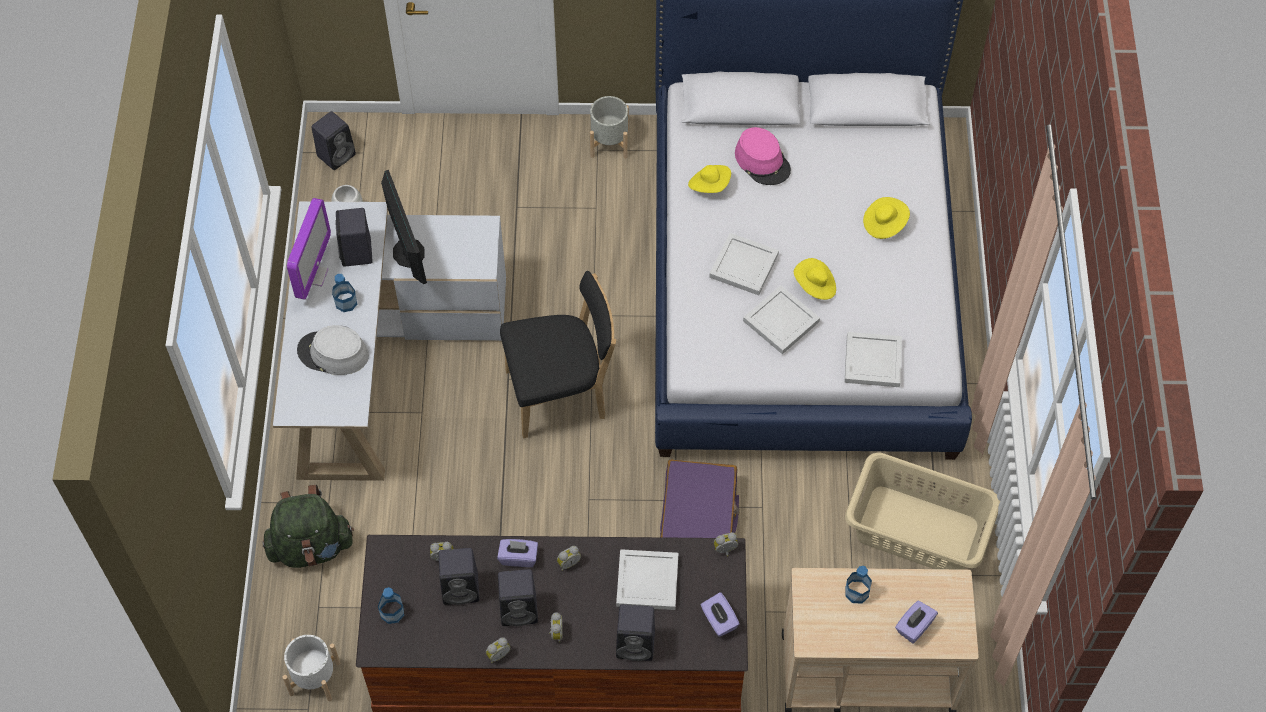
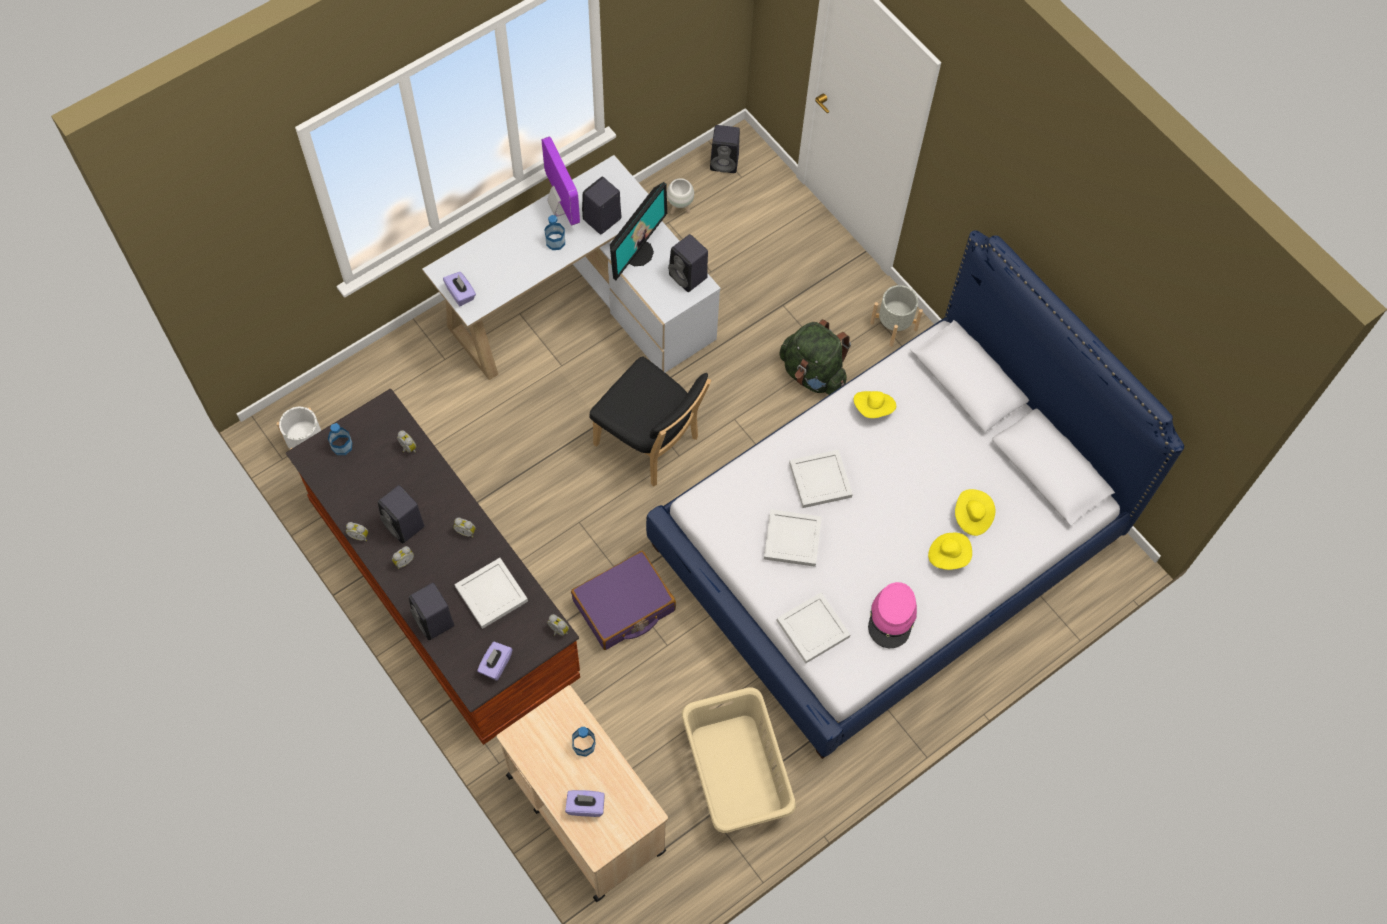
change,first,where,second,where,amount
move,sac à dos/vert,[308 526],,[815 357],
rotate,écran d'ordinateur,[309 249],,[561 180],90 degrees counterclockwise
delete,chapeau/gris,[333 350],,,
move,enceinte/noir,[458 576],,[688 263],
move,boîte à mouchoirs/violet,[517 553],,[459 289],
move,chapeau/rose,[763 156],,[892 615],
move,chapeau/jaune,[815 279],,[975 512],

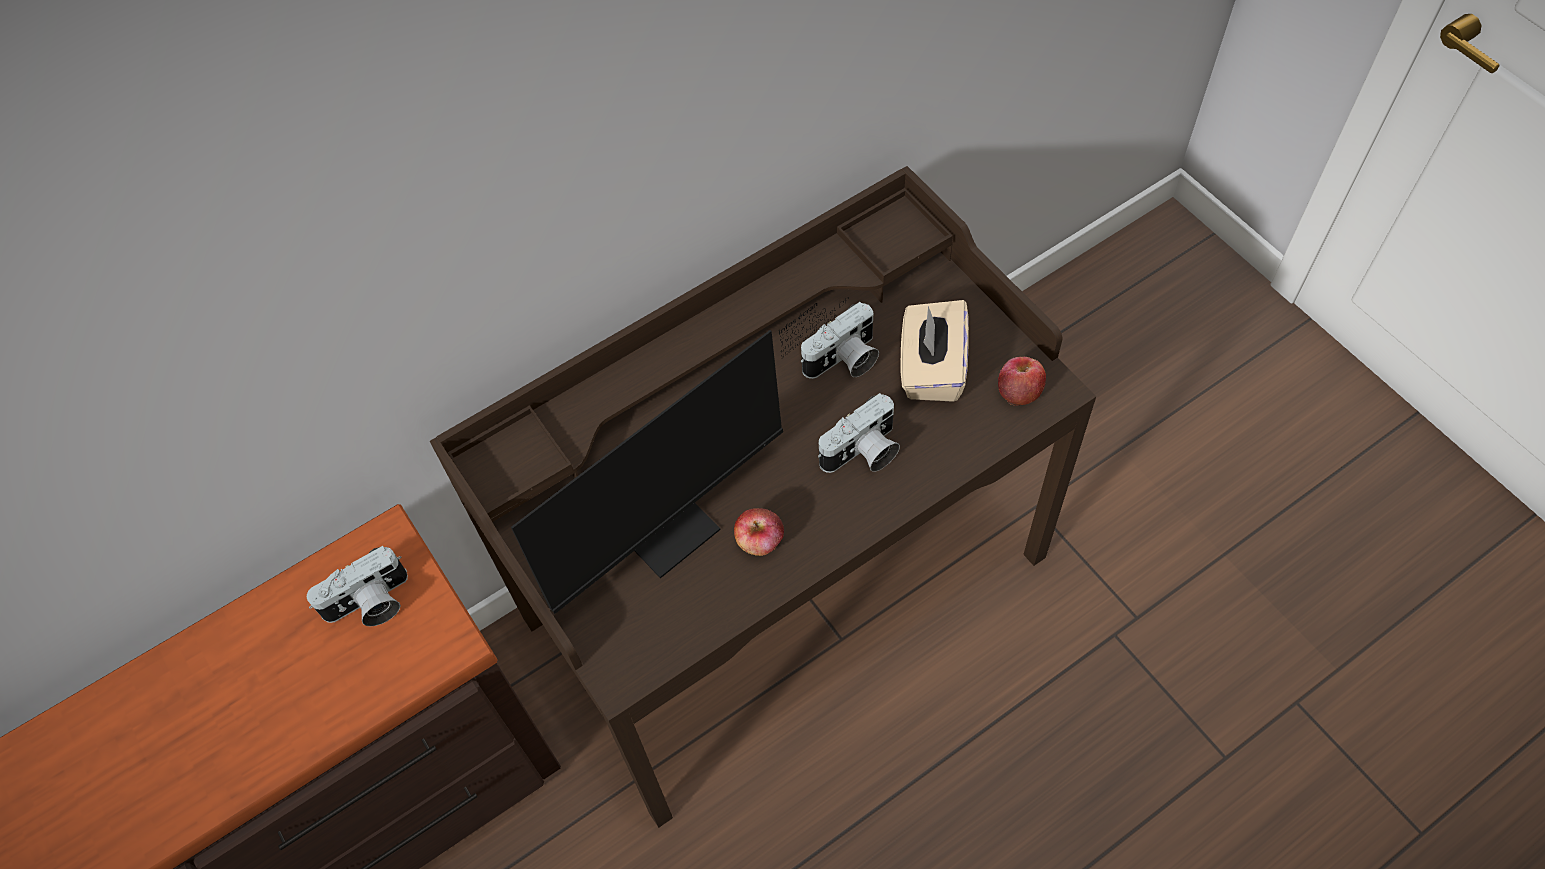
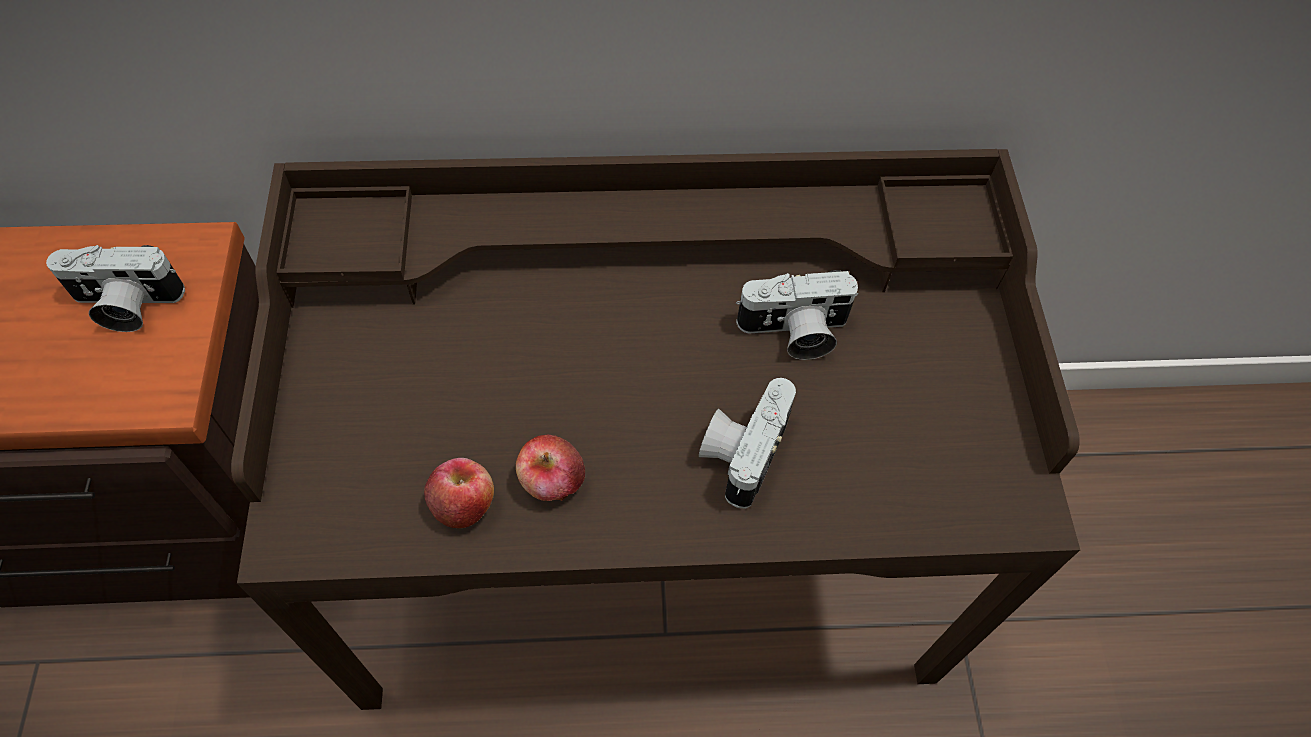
change,first,where,second,where,amount
delete,écran d'ordinateur,[680 455],,,
rotate,appareil photo,[859 433],,[747 443],120 degrees clockwise
delete,boîte à mouchoirs/beige,[935 351],,,
move,pomme,[1022 381],,[459 493],

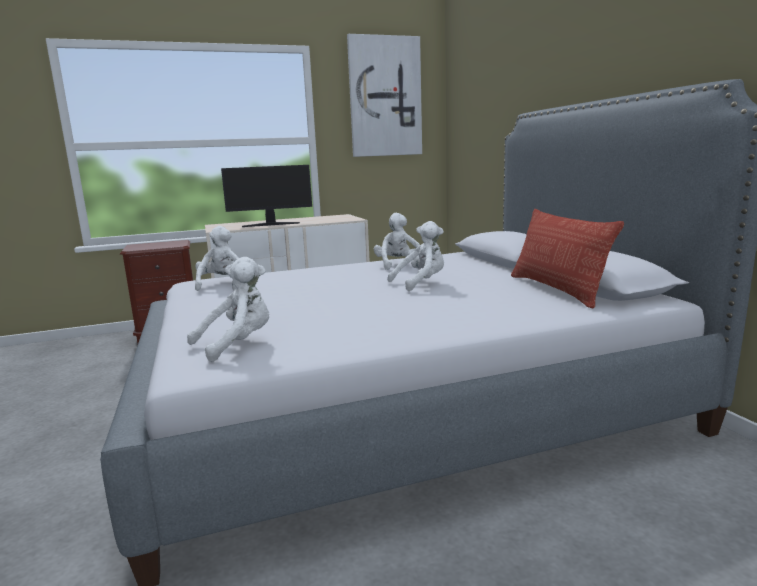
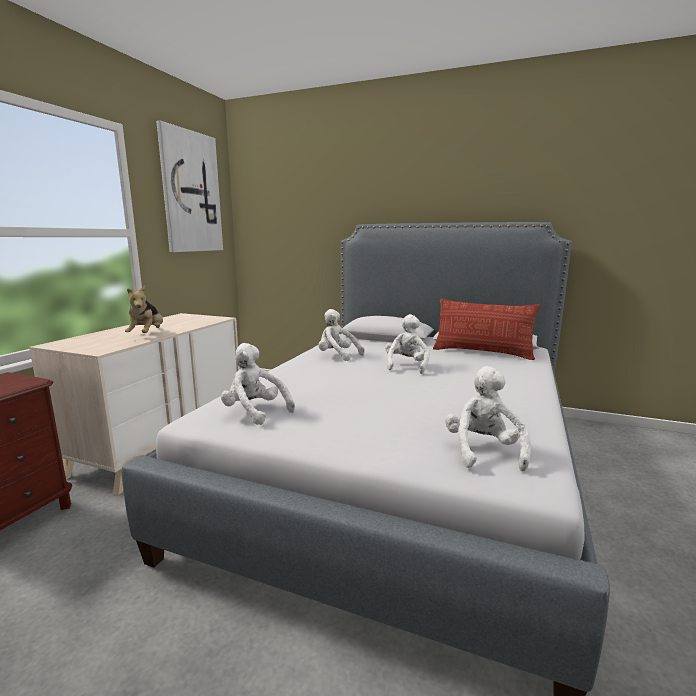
change,first,where,second,where,amount
replace,écran d'ordinateur,[266 196],peluche,[144 309],

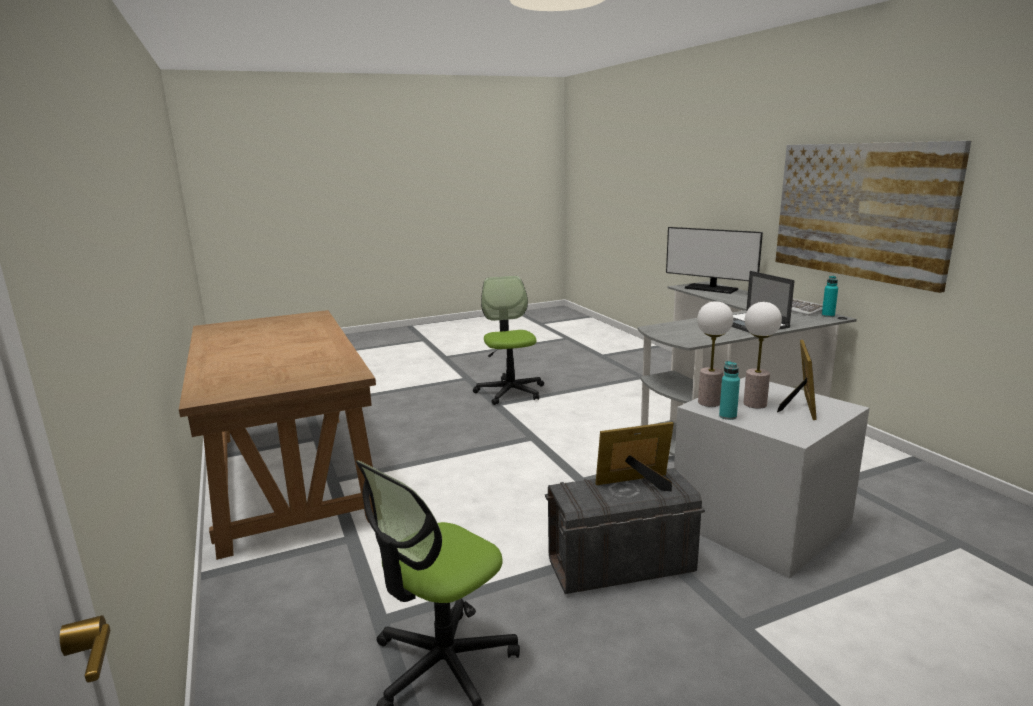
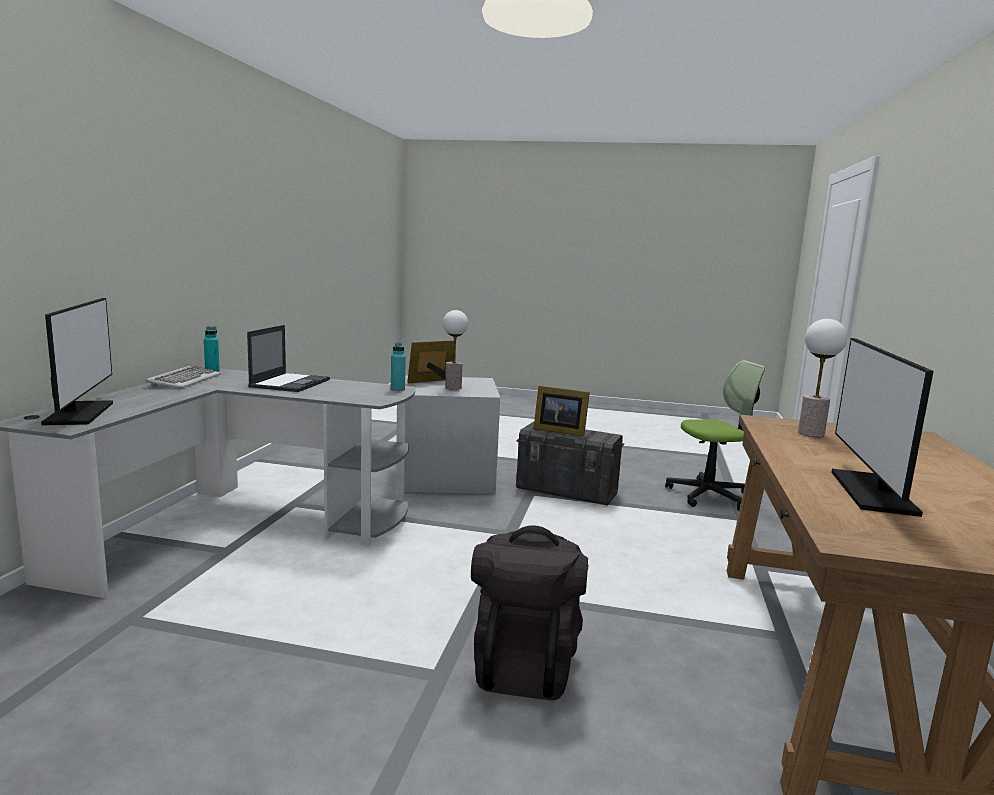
change,first,where,second,where,amount
delete,chaise de bureau,[508 340],,,
move,lampe de table,[715 354],,[822 378],
move,bouteille/turquoise,[729 390],,[398 366],
delete,tableau,[873 217],,,
insert,,,sac à dos/noir,[530 613],
insert,,,écran d'ordinateur,[882 427],

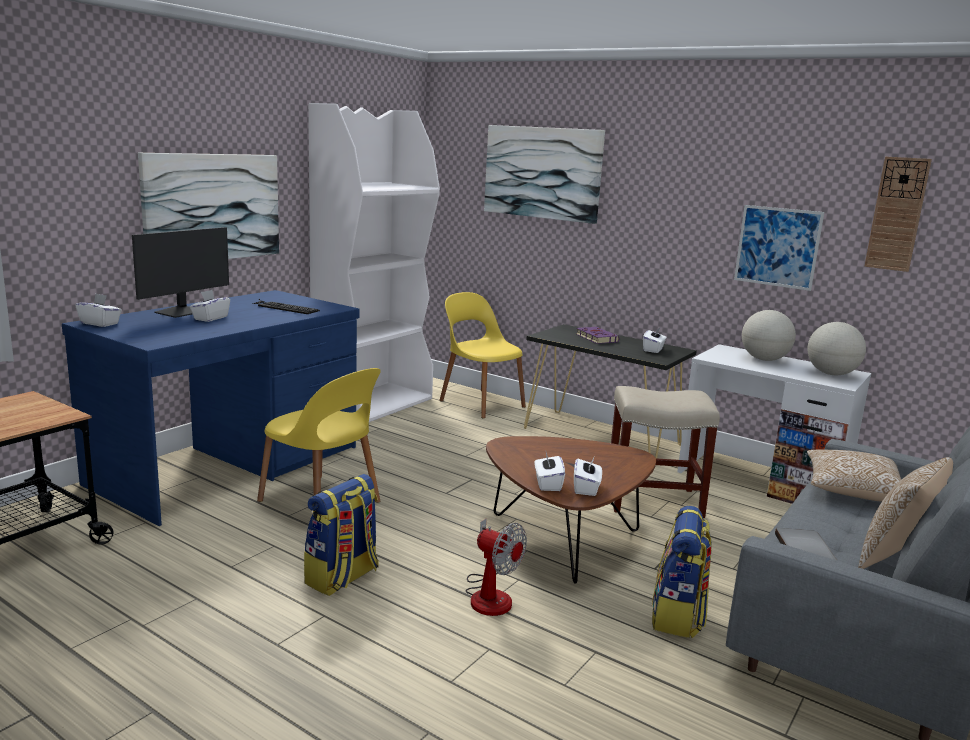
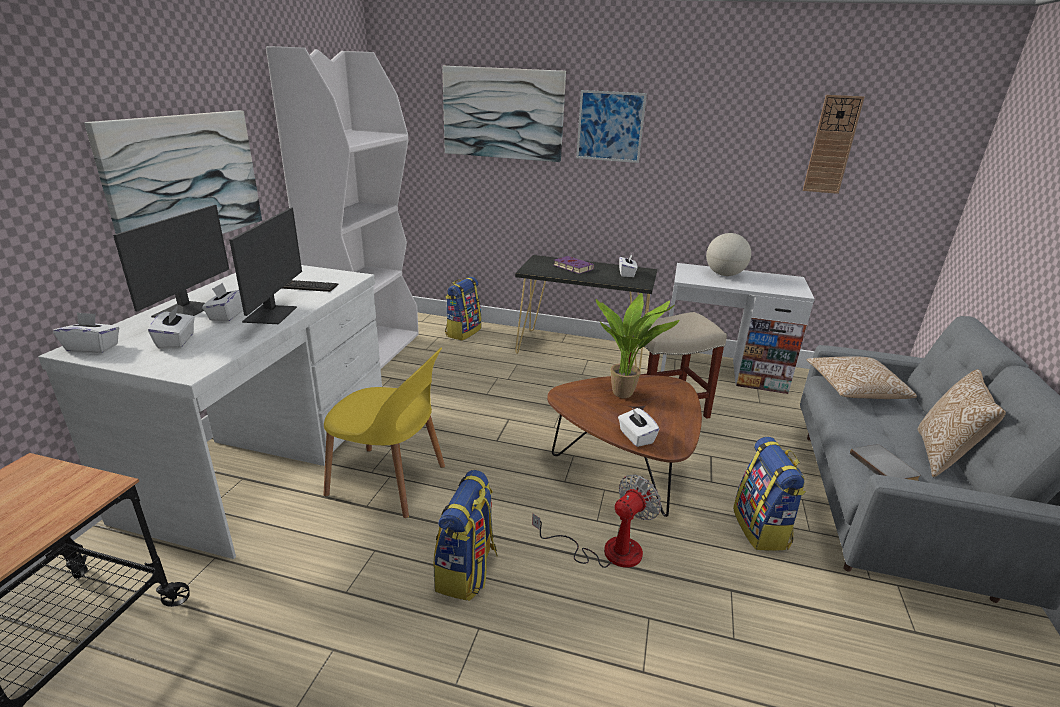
change,first,where,second,where,amount
recolor,bureau/bleu,[211 408],bureau/blanc,[210 412],
replace,chaise/jaune,[482 355],sac à dos,[463 309],
rotate,ventilateur,[496 567],,[596 521],60 degrees counterclockwise
move,boîte à mouchoirs/blanc,[588 477],,[171 327],
move,tableau,[779 248],,[611 126],
delete,globe,[836 348],,,
insert,,,écran d'ordinateur,[265 266],
insert,,,plante en pot,[637 345],

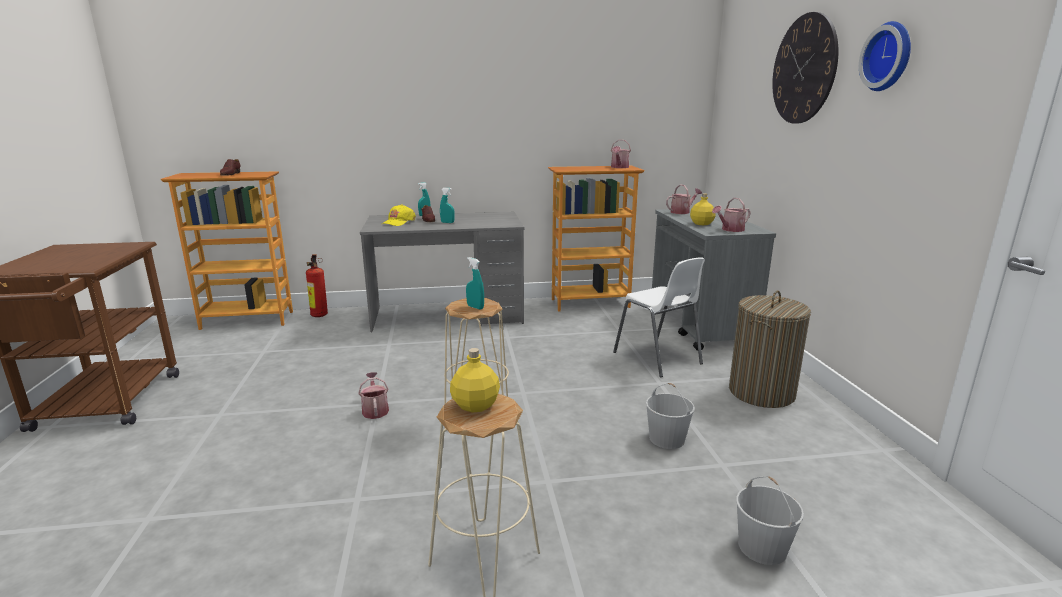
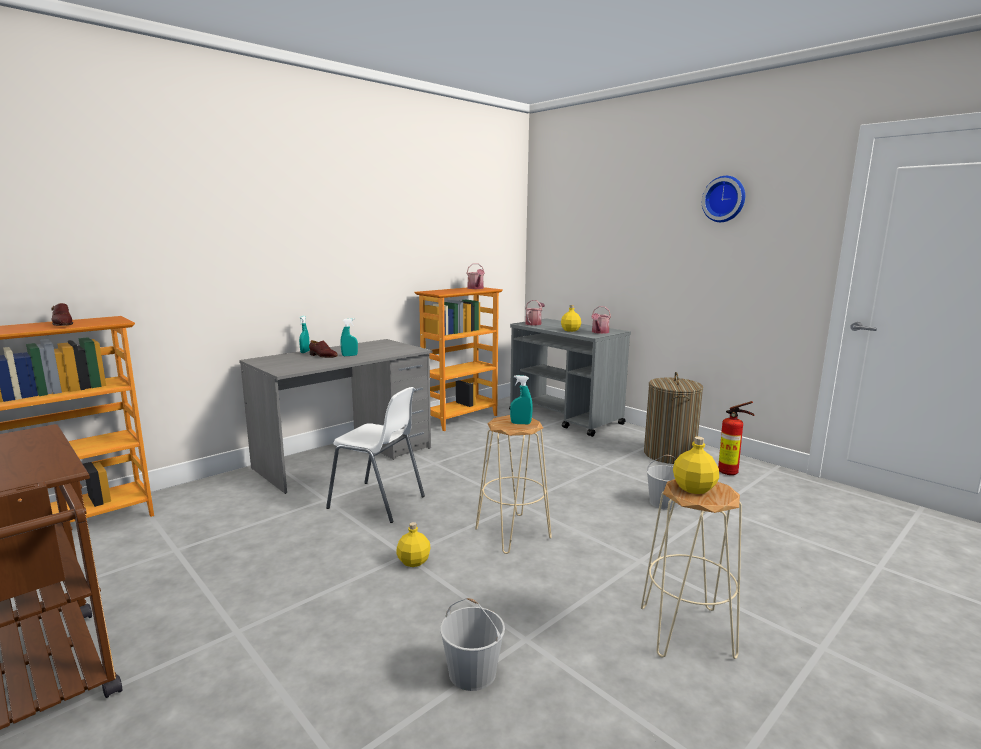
change,first,where,second,where,amount
move,extincteur,[317 285],,[736 438],
replace,arrosoir,[373 395],bouteille/jaune,[413 544],
delete,casquette/jaune,[399 215],,,
move,chaise/blanc,[659 317],,[375 455],
move,seau/blanc,[770 520],,[472 644],
delete,horloge murale,[805 68],,,

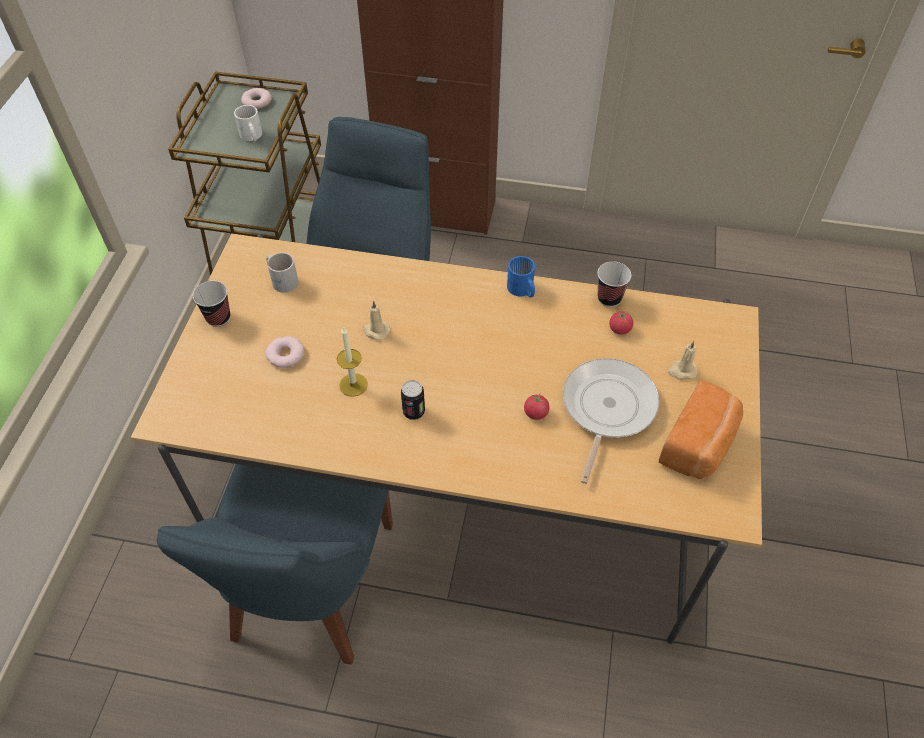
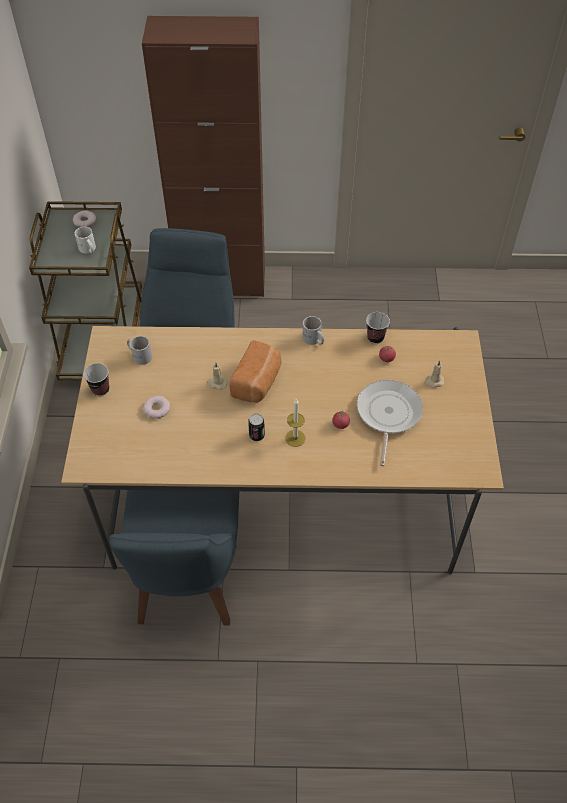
change,first,where,second,where,amount
move,bougie,[352 361],,[295 423],
recolor,mug/bleu,[521 277],mug/blanc,[313 330],
move,pain,[701 429],,[255 371],

